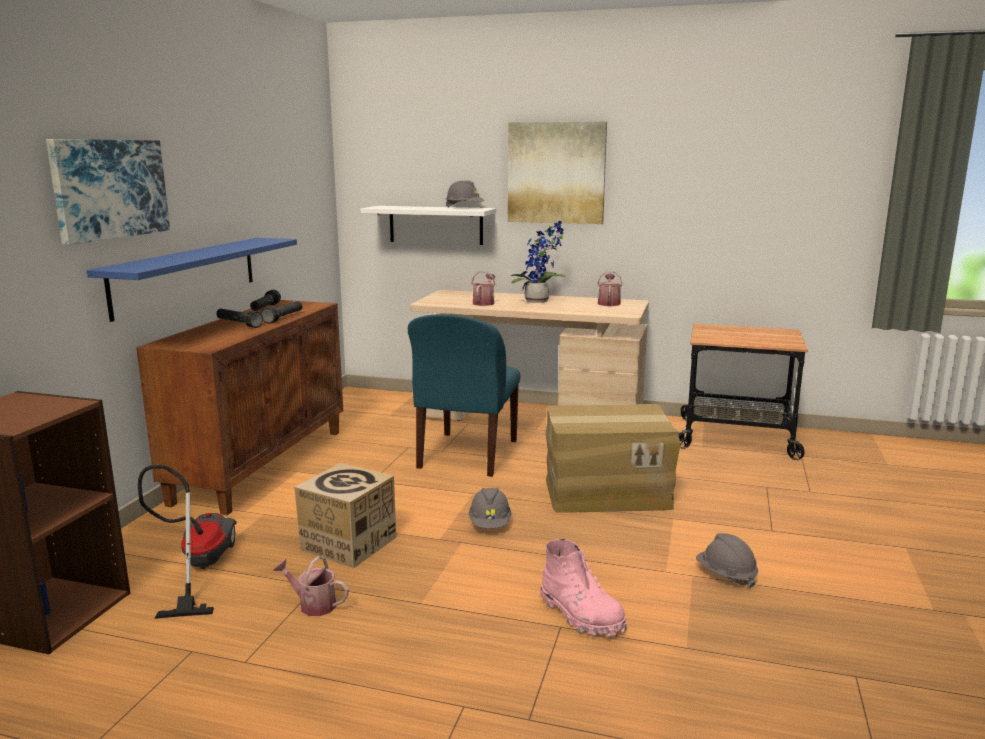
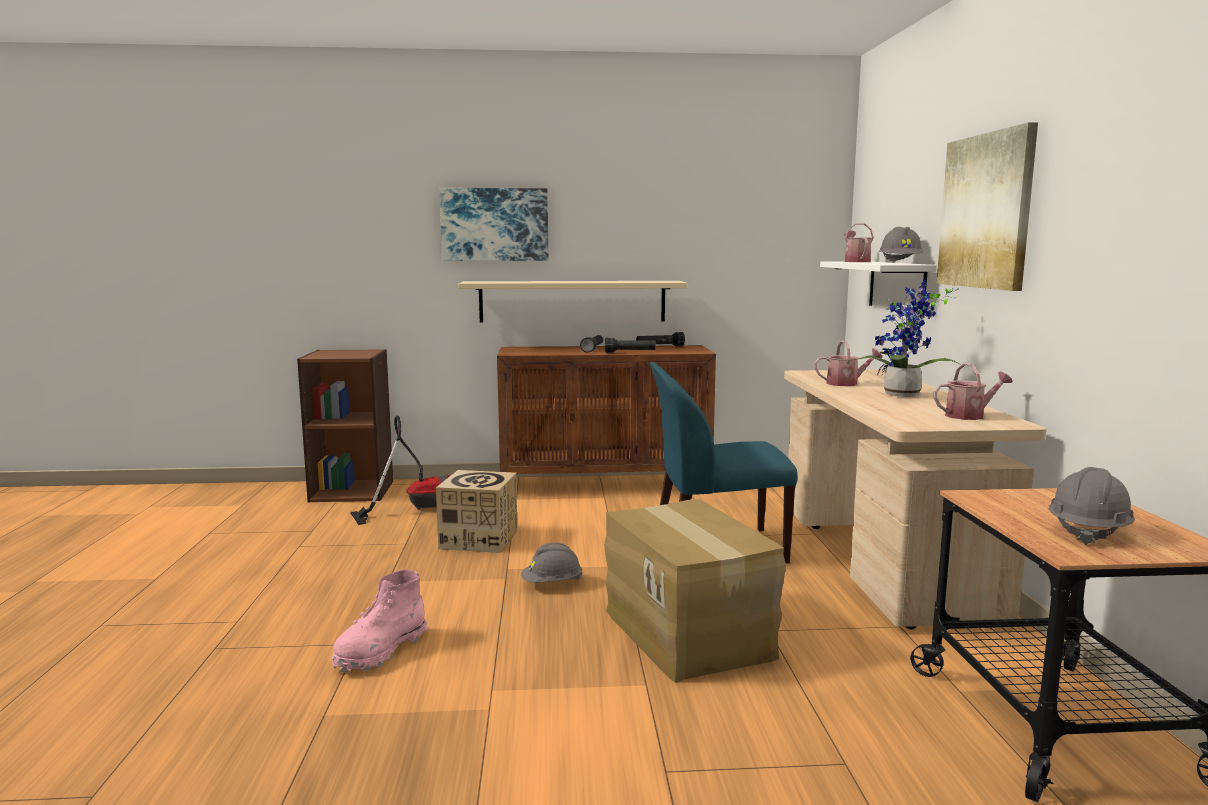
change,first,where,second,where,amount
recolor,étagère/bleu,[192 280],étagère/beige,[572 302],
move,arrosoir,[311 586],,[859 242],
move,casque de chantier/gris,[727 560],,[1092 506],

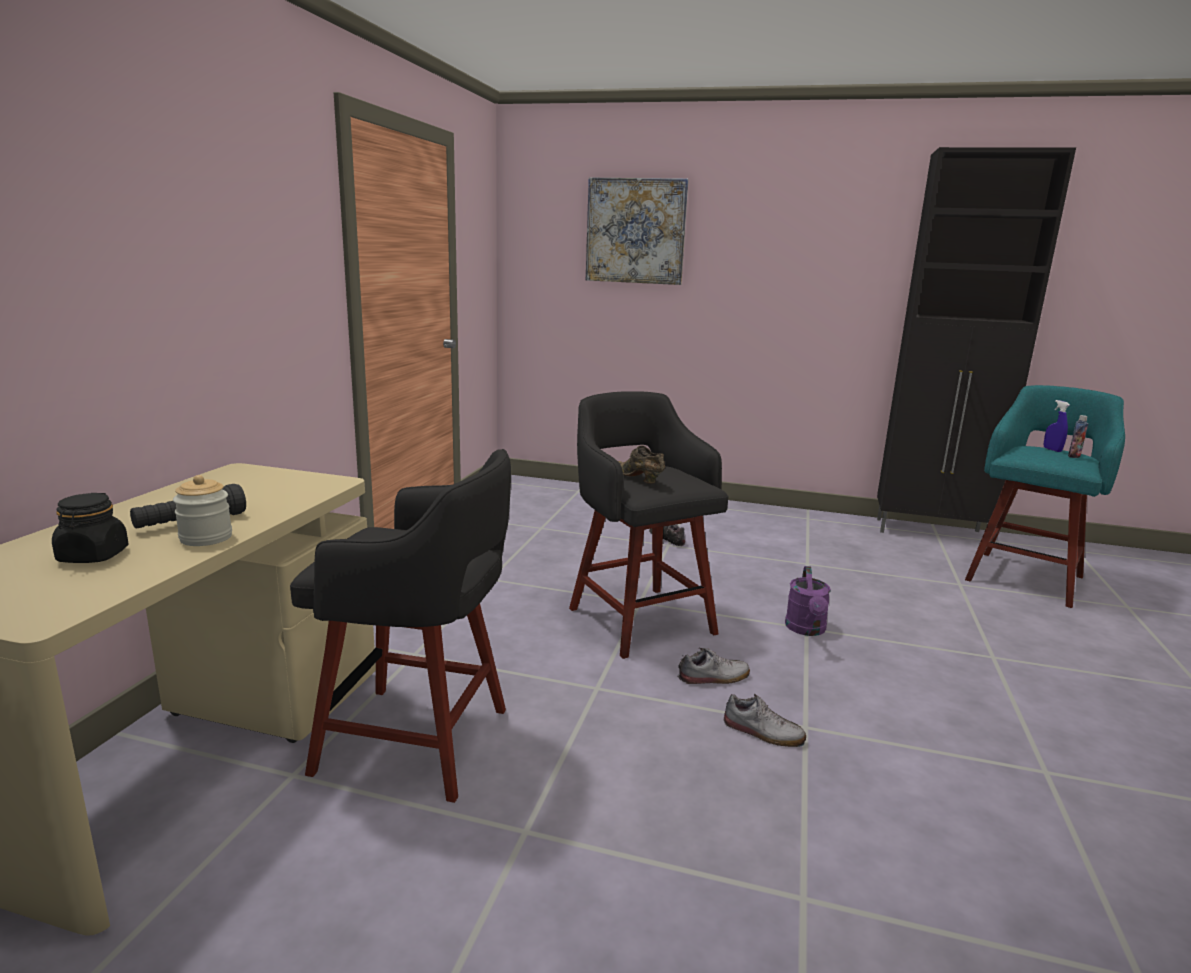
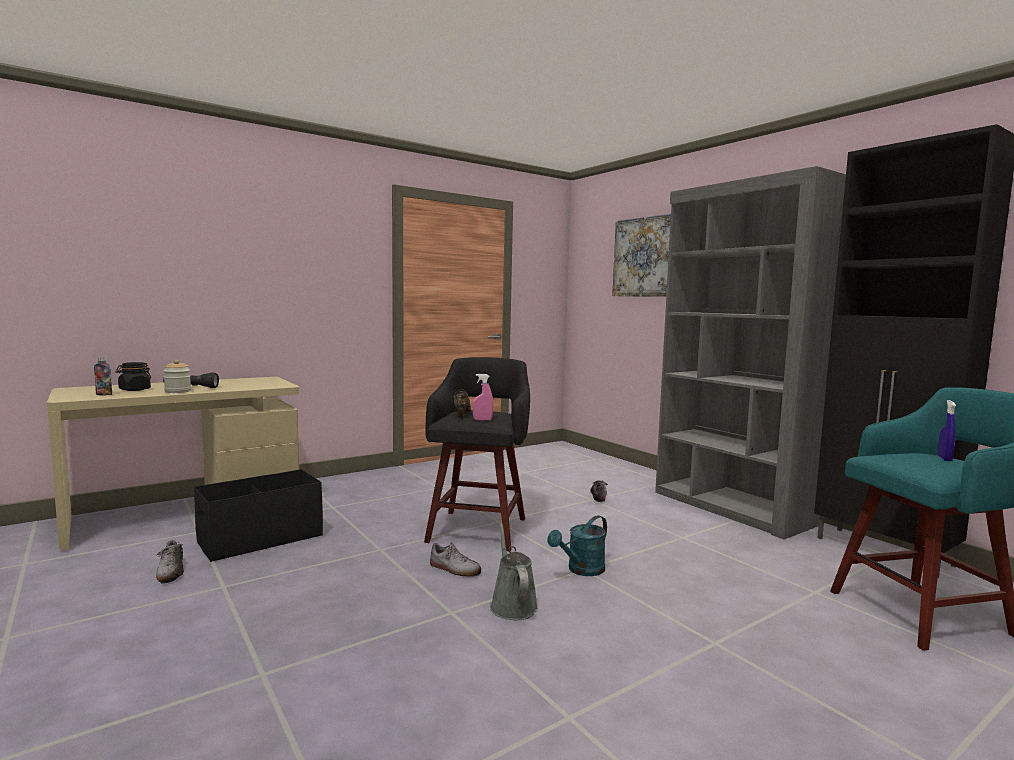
change,first,where,second,where,amount
replace,tabouret/noir,[400 626],boîte de rangement/noir,[258 515],
move,chaussure,[765 720],,[170 562],
recolor,arrosoir/violet,[808 601],arrosoir/turquoise,[577 545],
move,bouteille,[1078 436],,[103 376],
insert,,,vaporisateur/rose,[483 397],
insert,,,arrosoir/gris,[514 571],
insert,,,bibliothèque/gris,[750 353],

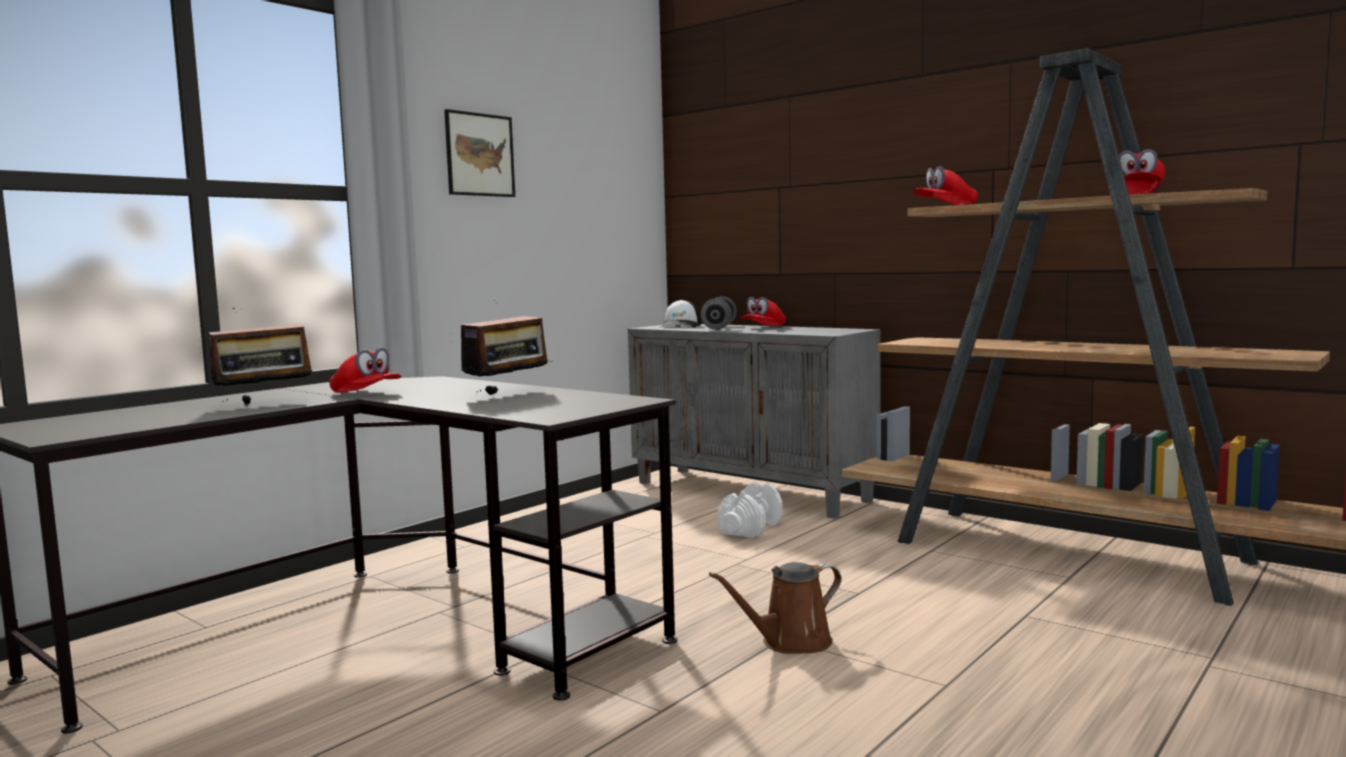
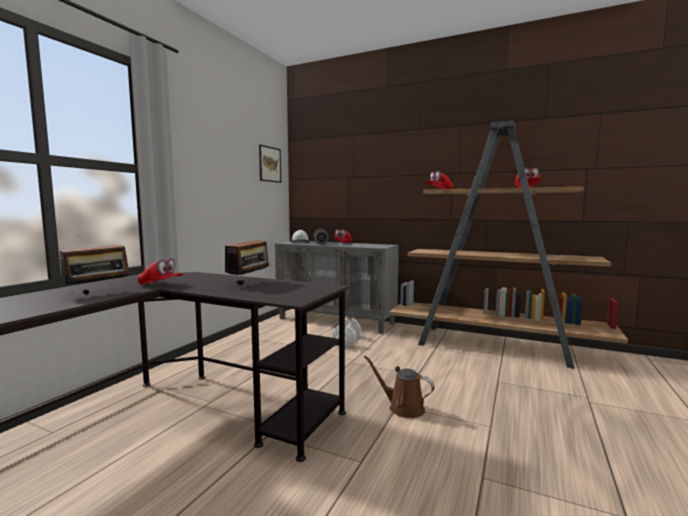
change,first,where,second,where,amount
move,tableau,[479 153],,[270 164],
rotate,arrosoir/marron,[775 608],,[399 386],75 degrees clockwise

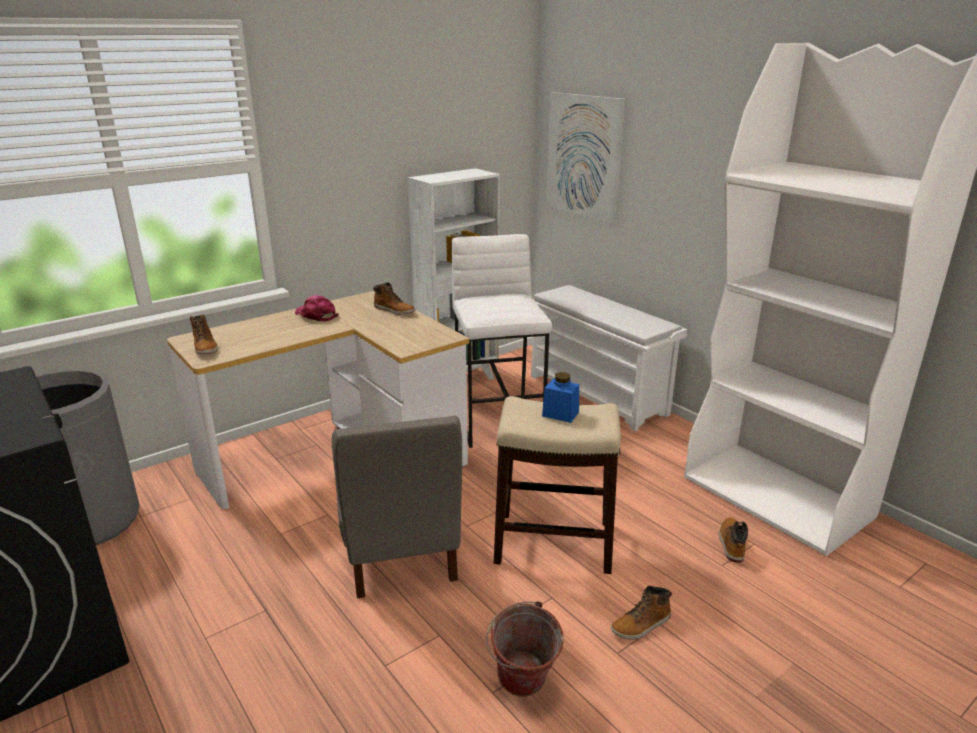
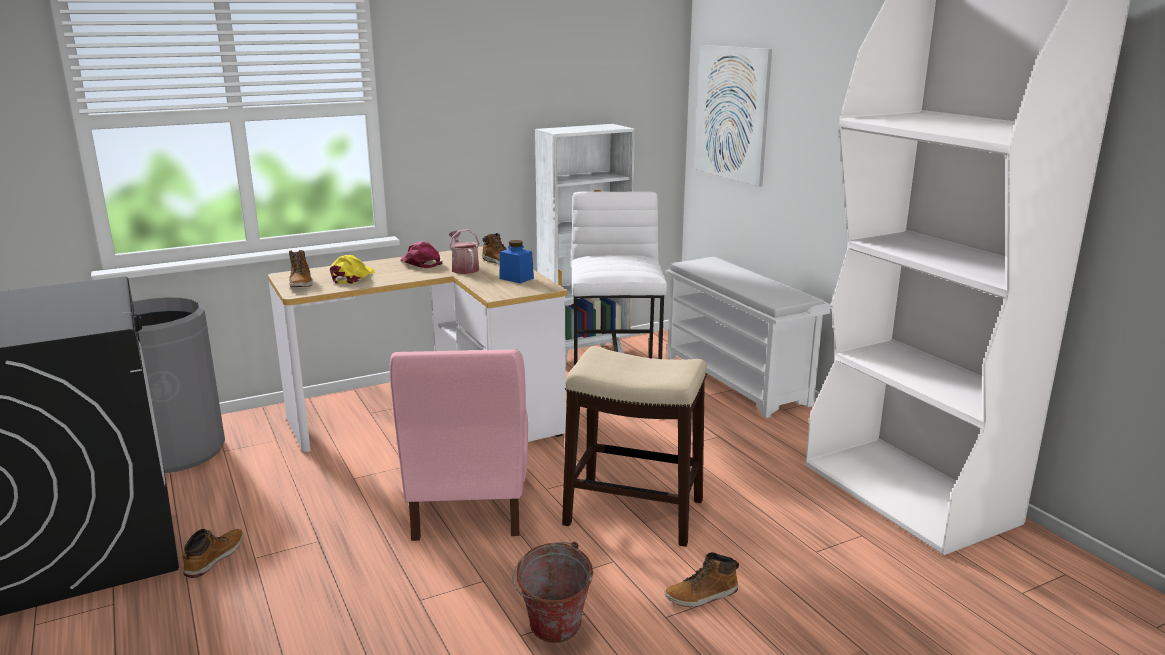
change,first,where,second,where,amount
recolor,chaise/gris,[397 507],chaise/rose,[459 445],
move,bocal/bleu,[560 397],,[516 262],
move,botte,[733 540],,[213 553],
insert,,,casquette/jaune,[352 269],
insert,,,arrosoir,[464 251],

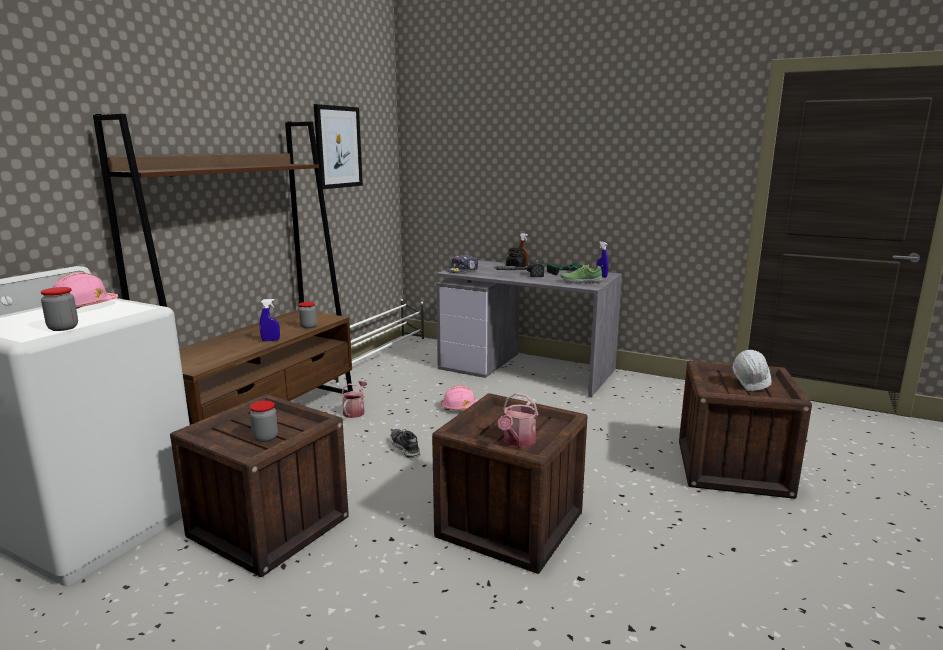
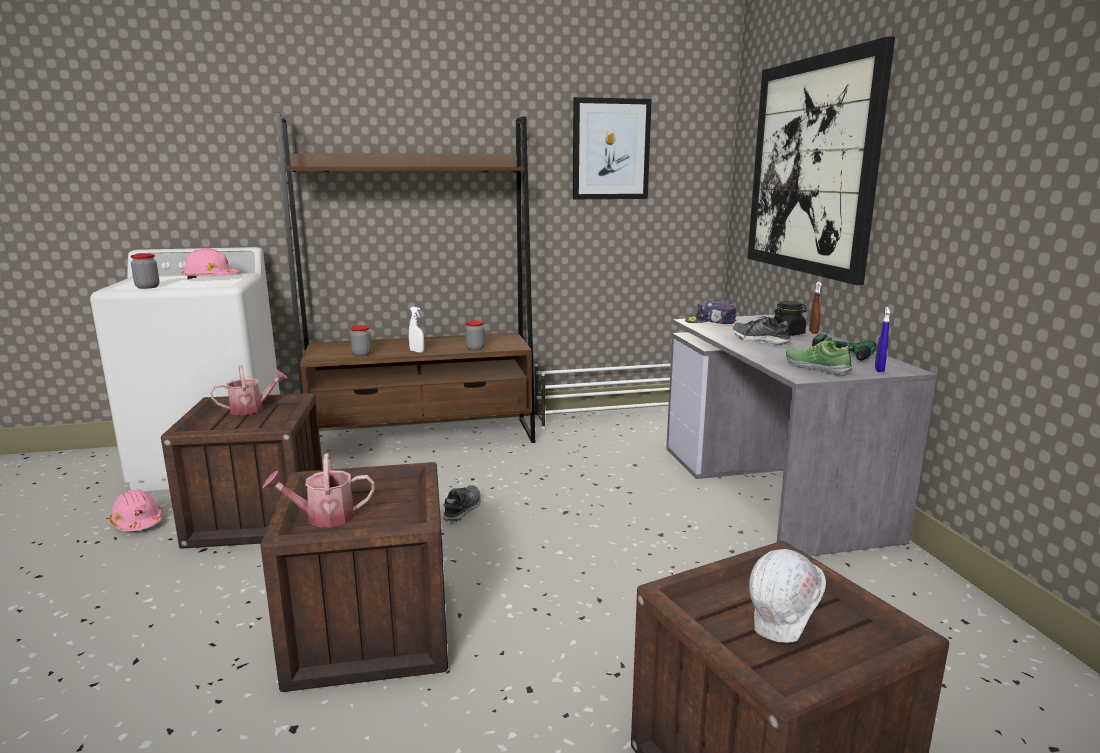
change,first,where,second,where,amount
move,bocal,[264 421],,[361 340],
recolor,vaporisateur/bleu,[270 320],vaporisateur/blanc,[416 330],
move,arrosoir,[354 399],,[248 390],
move,casque de chantier/rose,[459 398],,[135 510],
replace,marteau,[519 268],chaussure,[761 331],
insert,,,tableau,[821 160],

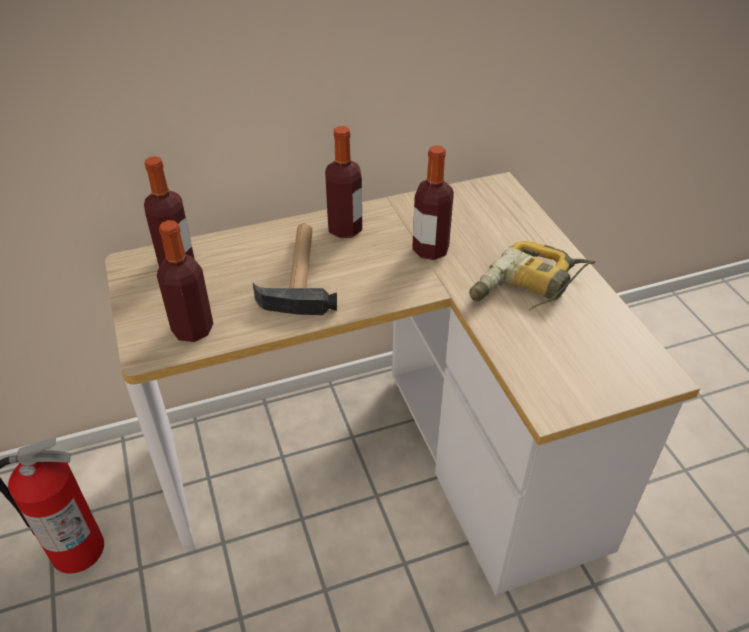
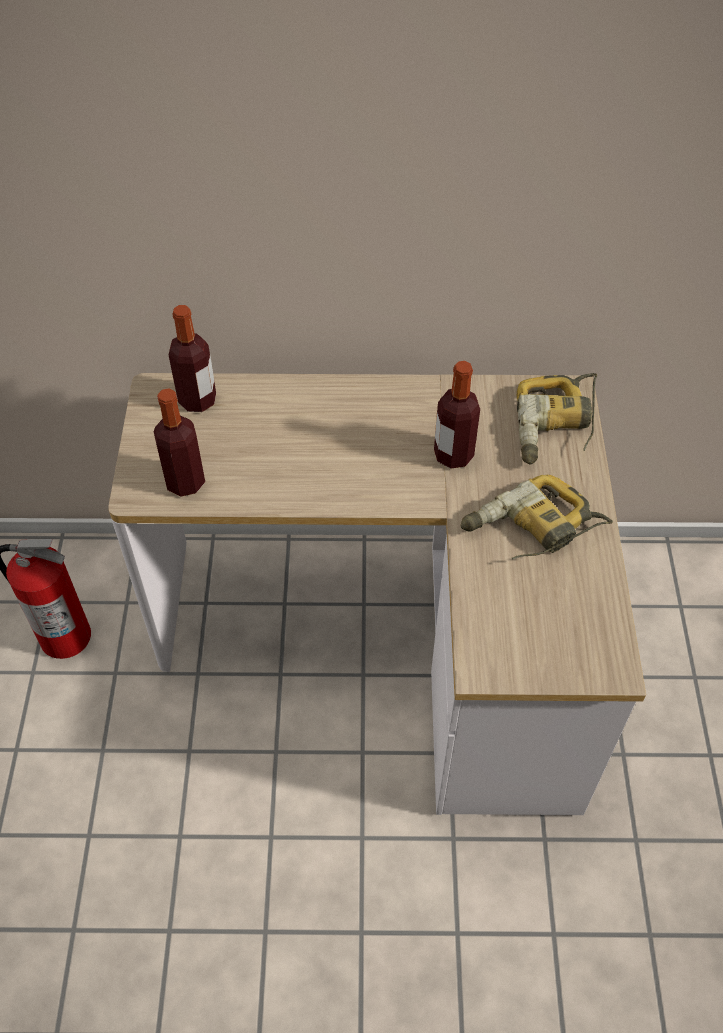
change,first,where,second,where,amount
delete,marteau,[295 269],,,
delete,bouteille,[343 182],,,
insert,,,perceuse,[557 418],

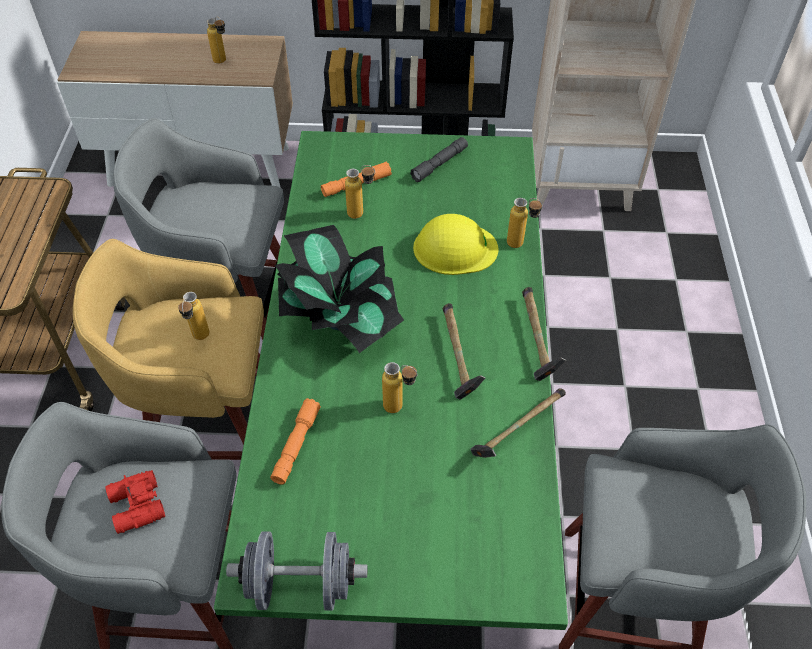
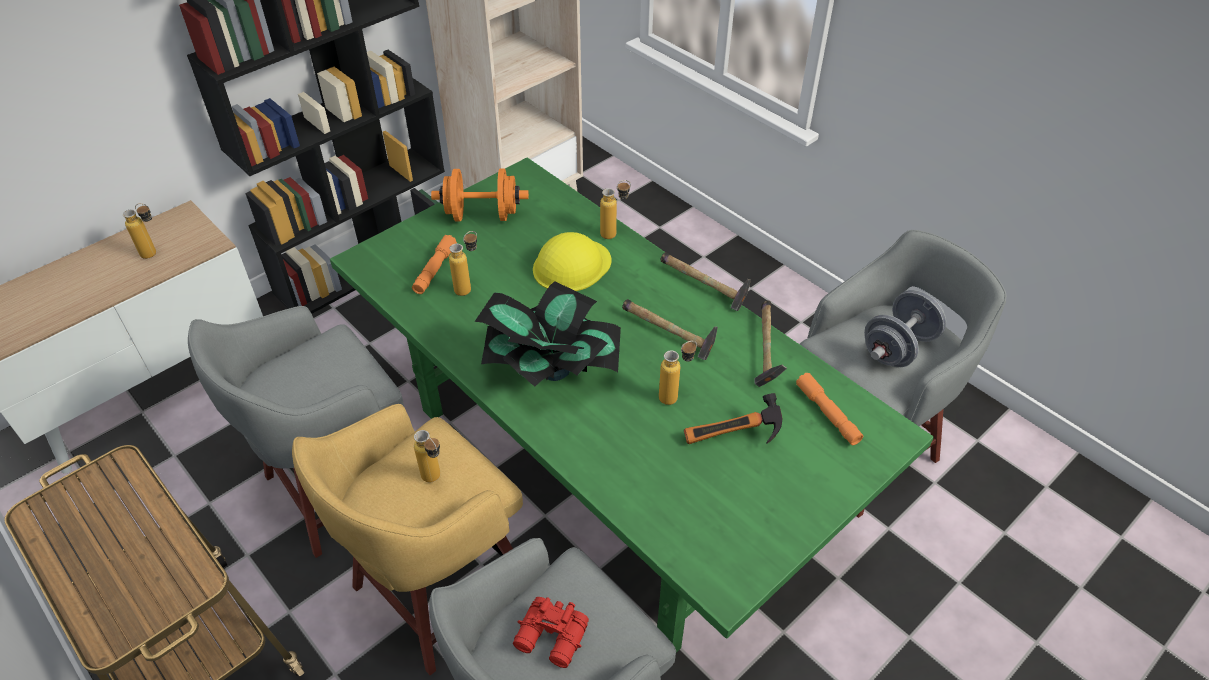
change,first,where,second,where,amount
move,haltère/gris,[296 570],,[905 328],
move,lampe de poche/orange,[295 441],,[829 409],
replace,lampe de poche/gris,[439 159],haltère/orange,[480 194],
insert,,,marteau,[733 418],

